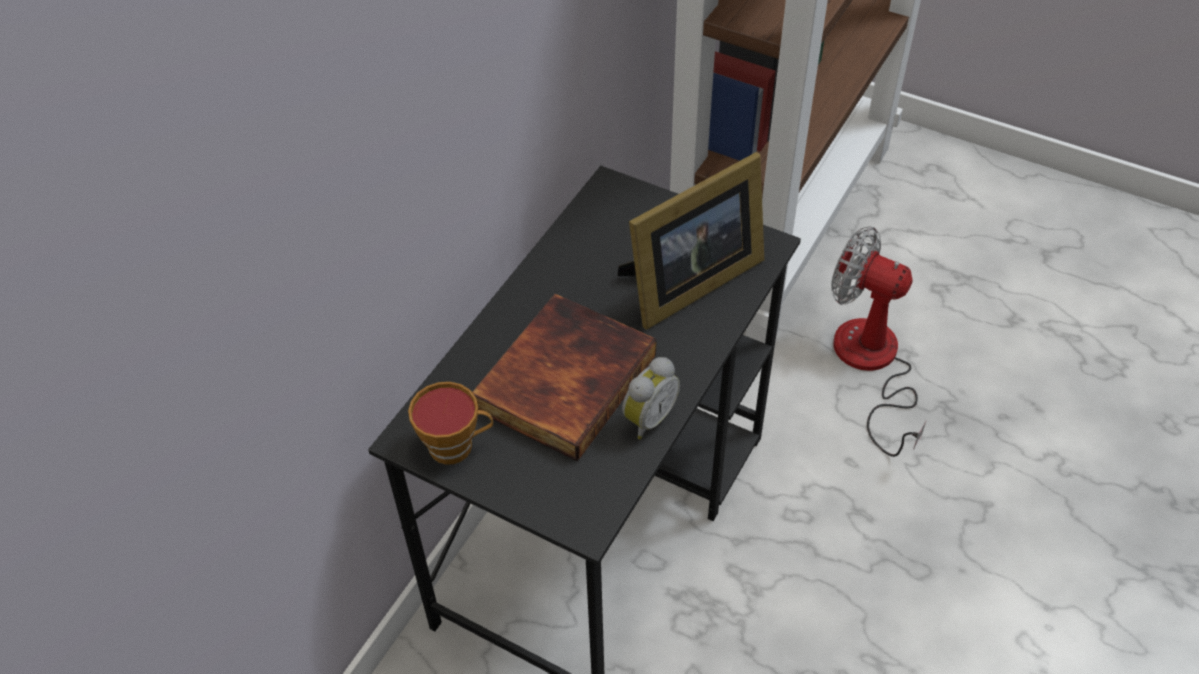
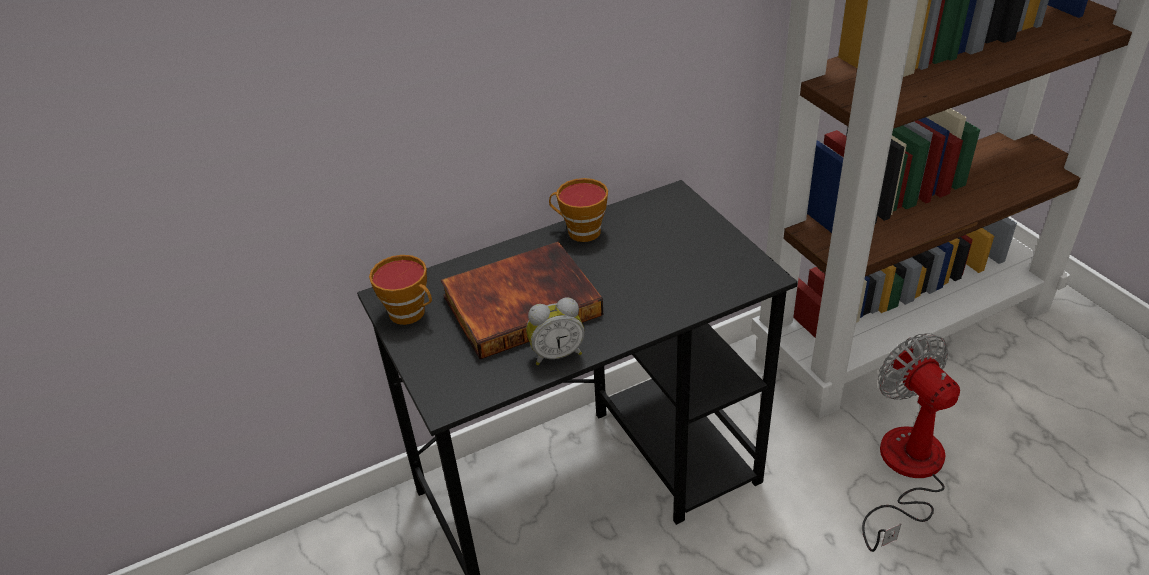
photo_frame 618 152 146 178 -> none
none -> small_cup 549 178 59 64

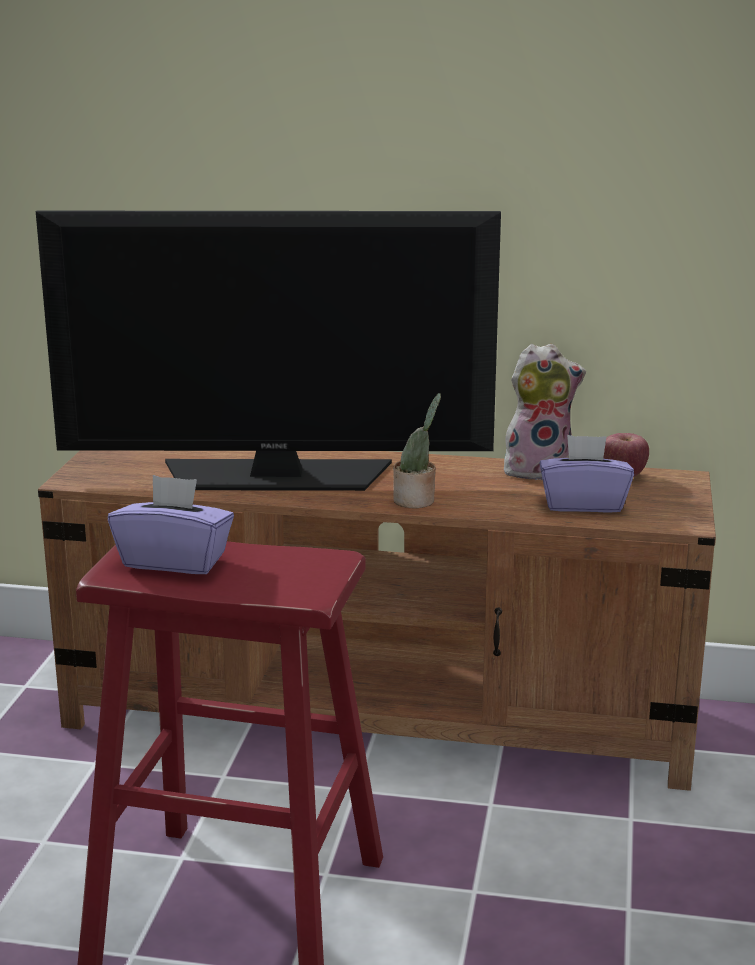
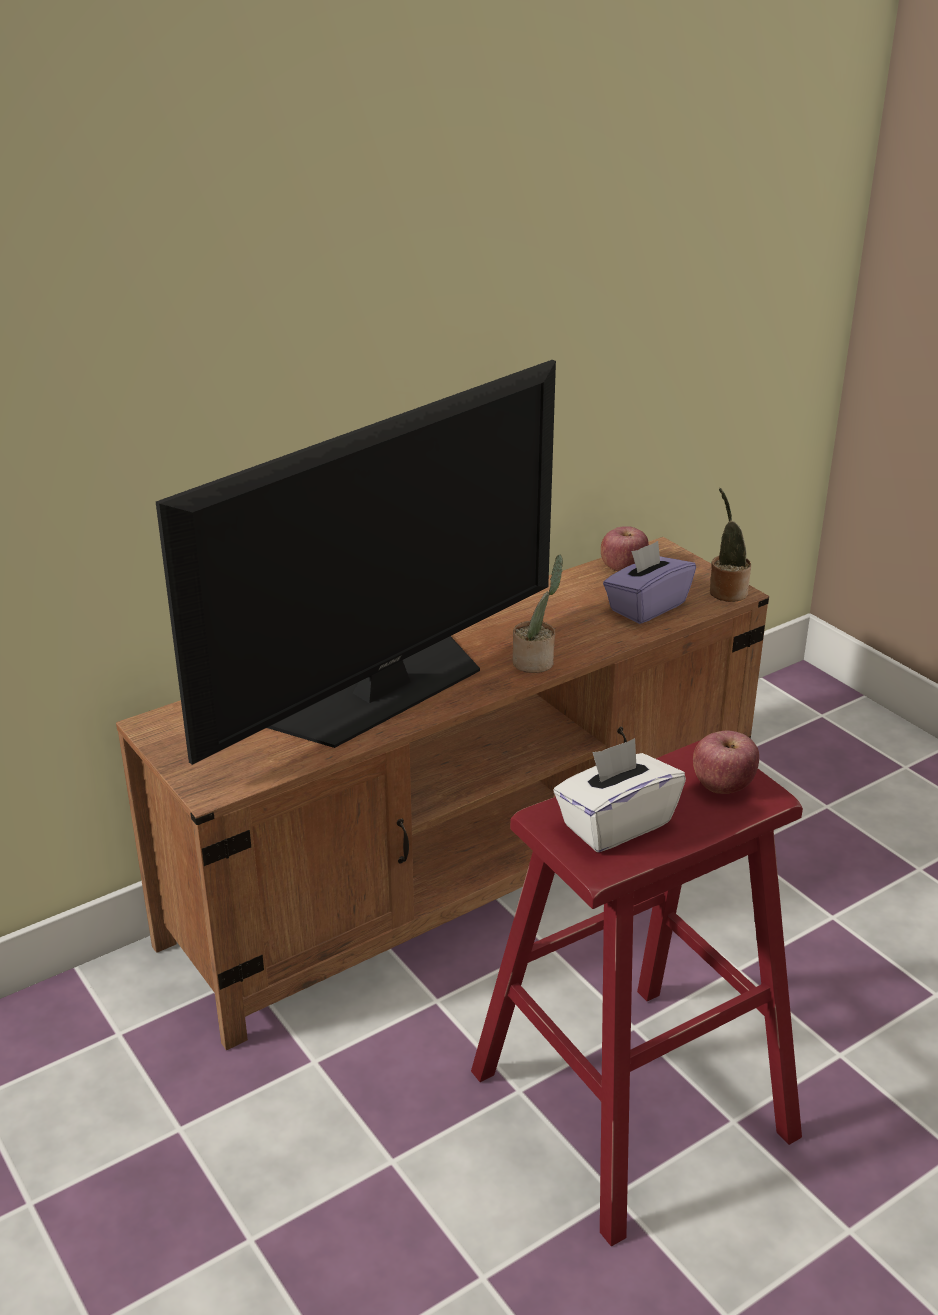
soft_toy 504 344 82 137 -> none
purple-coloured_tissue_holder 108 475 126 99 -> whitish_tissue_holder 553 738 133 114
none -> plant_in_a_pot 710 488 41 114
none -> apple_fruit 693 731 66 63

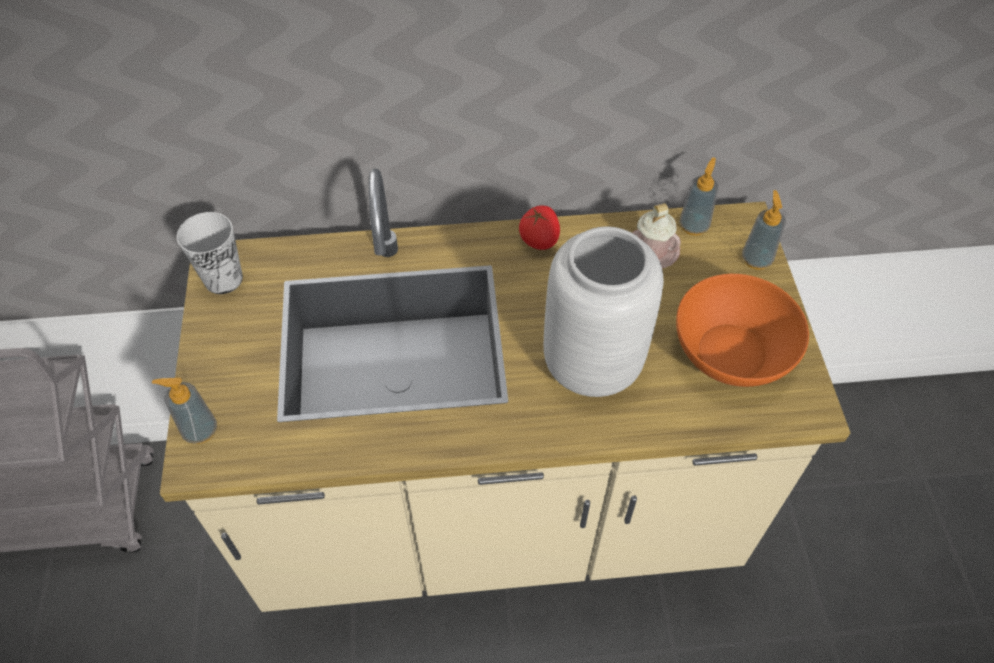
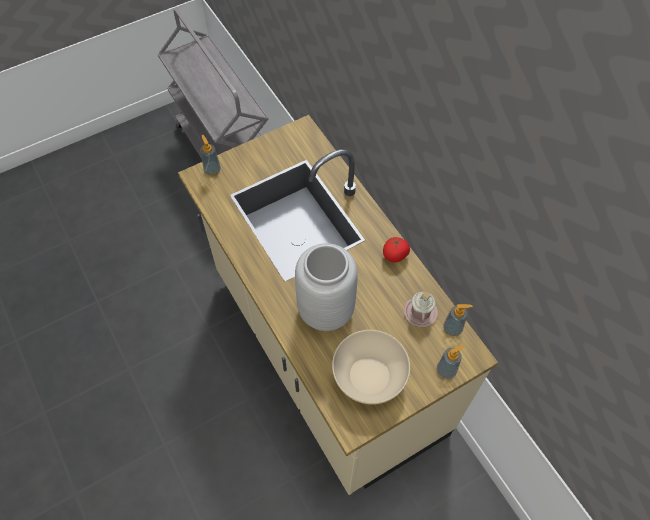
small_cup 177 212 66 82 -> none
orange_serving_bowl 676 274 133 113 -> beige-coloured_serving_bowl 332 330 78 75

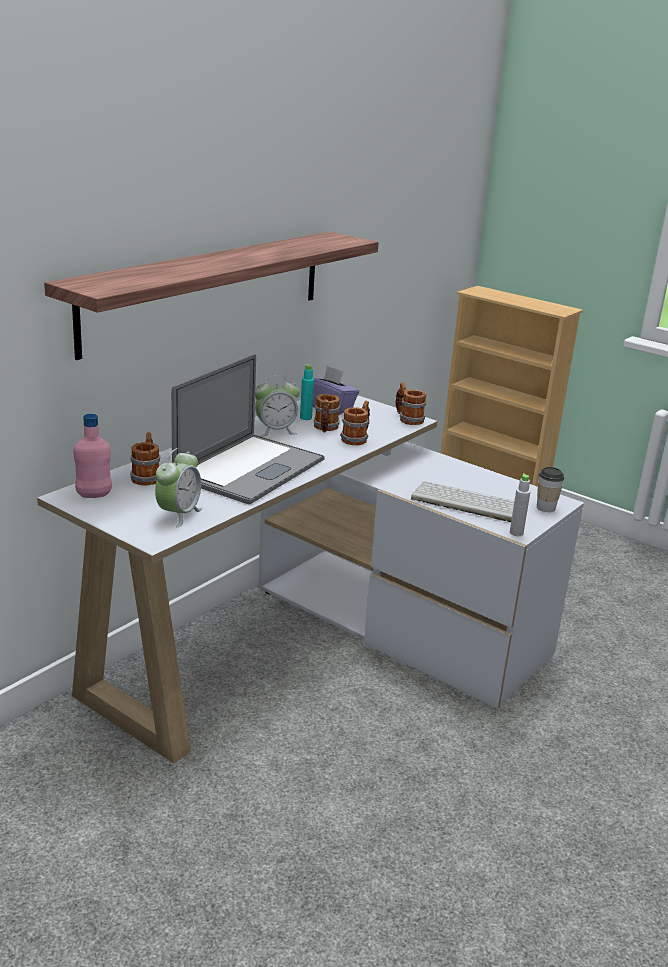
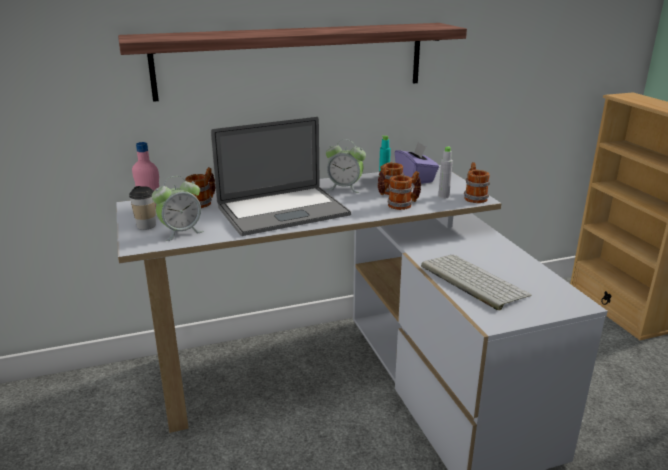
small_cup 537 467 28 45 -> small_cup 129 186 27 44, shifted
grey_bottle 510 473 20 63 -> grey_bottle 438 146 15 52, shifted

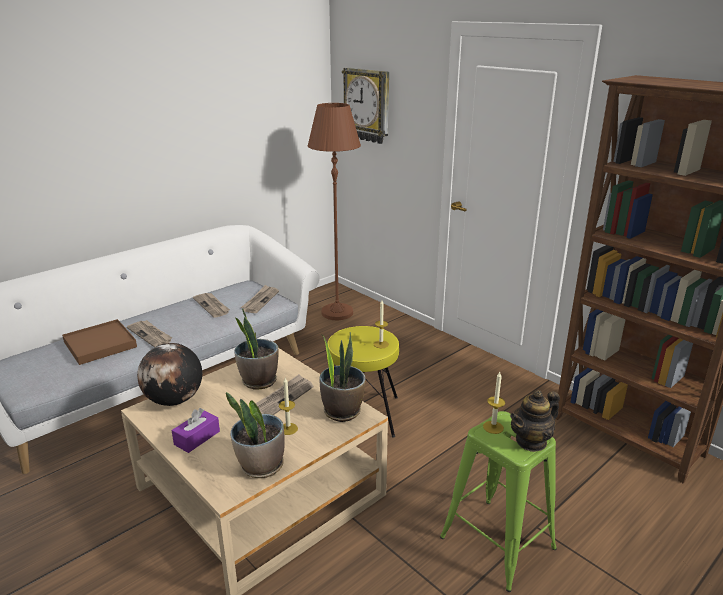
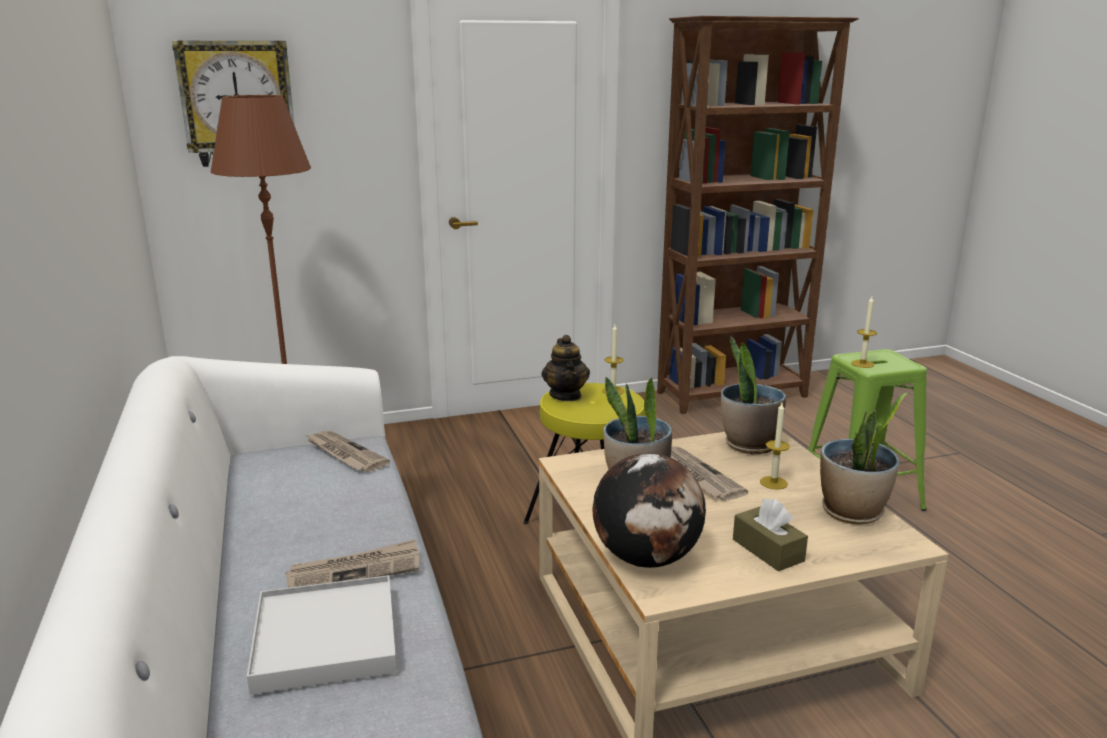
newspaper 193 293 37 25 -> none
brown_serving_tray 62 319 75 46 -> whitish_serving_tray 247 575 150 120
tea_pot 510 390 50 62 -> tea_pot 541 335 49 66, shifted
purple-coloured_tissue_holder 172 408 48 45 -> brown_tissue_holder 733 498 75 73

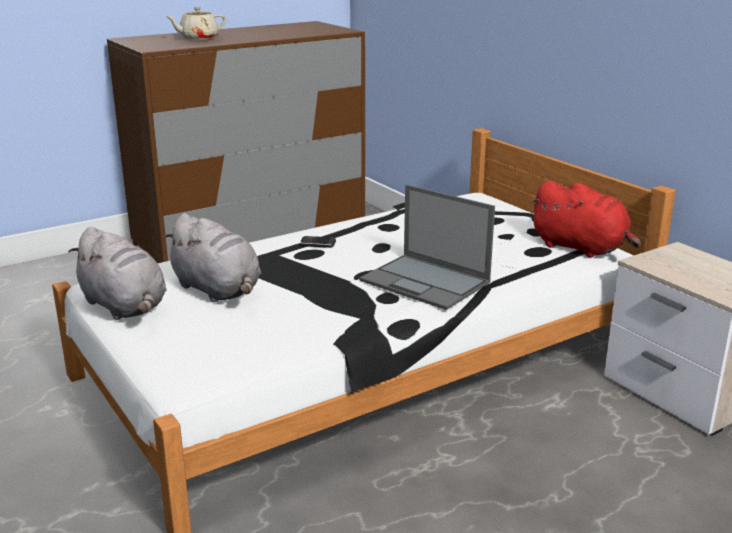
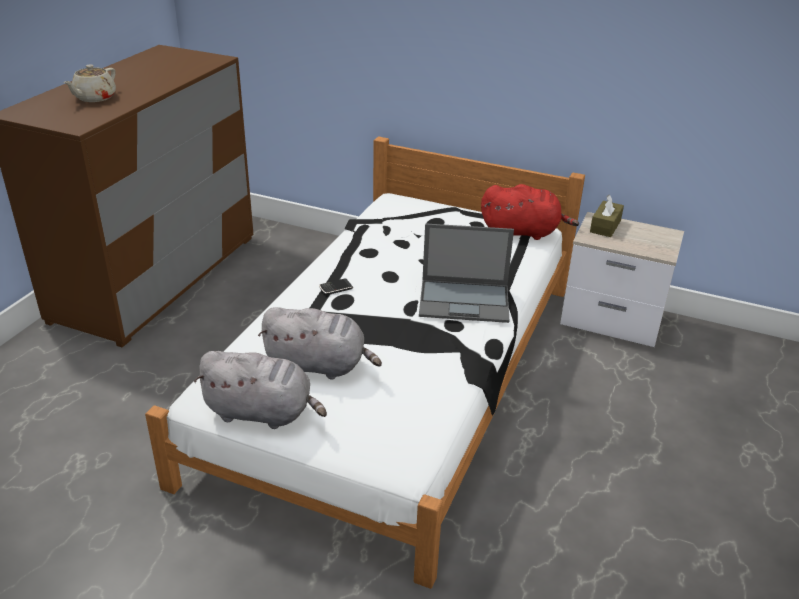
none -> brown_tissue_holder 590 194 34 43

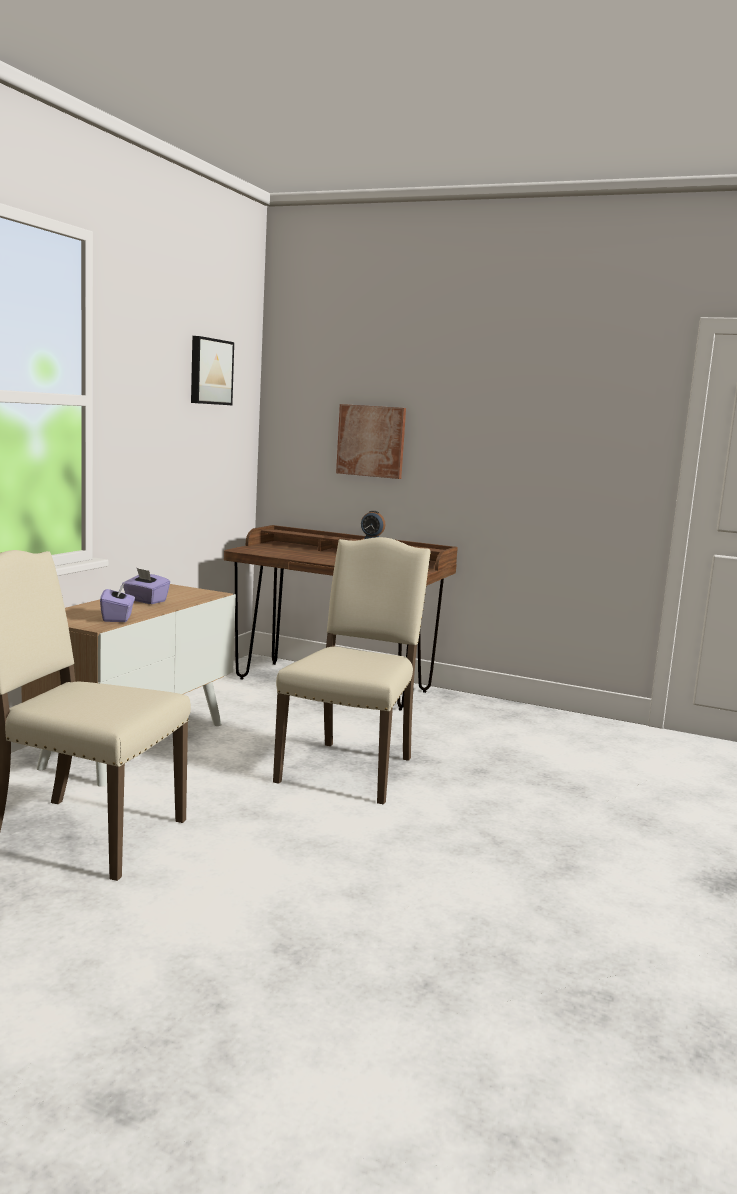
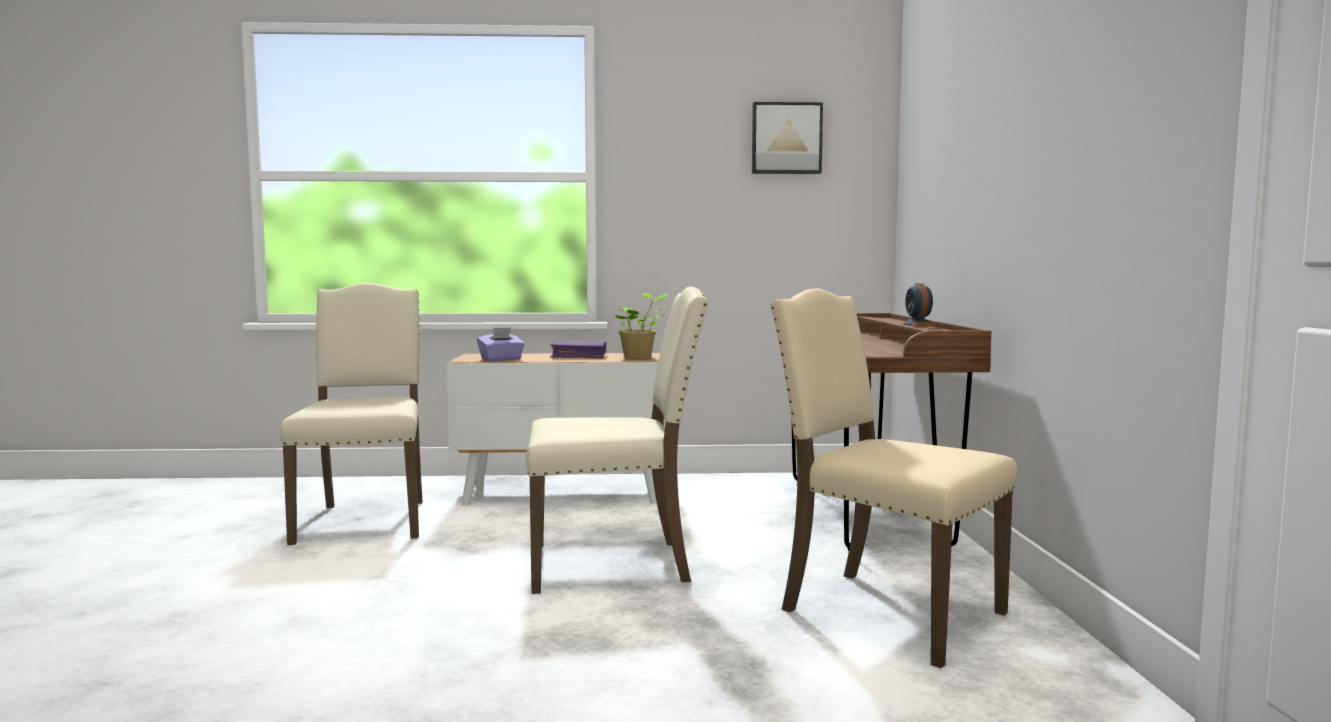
picture 336 404 70 75 -> none
purple-coloured_tissue_holder 122 568 48 36 -> purple-coloured_bound_book 550 341 57 18
none -> beige-coloured_chair 770 288 247 380
none -> plant_in_a_pot 616 293 52 66

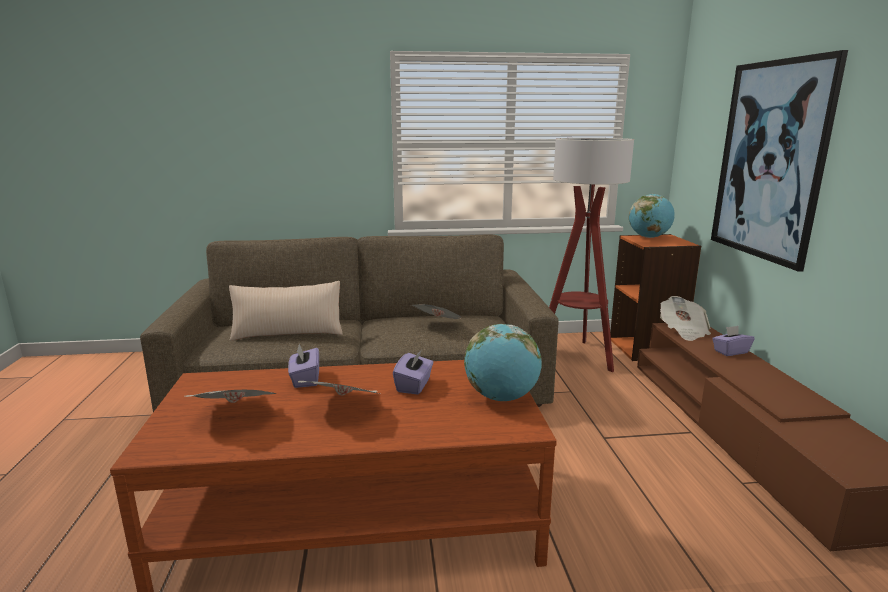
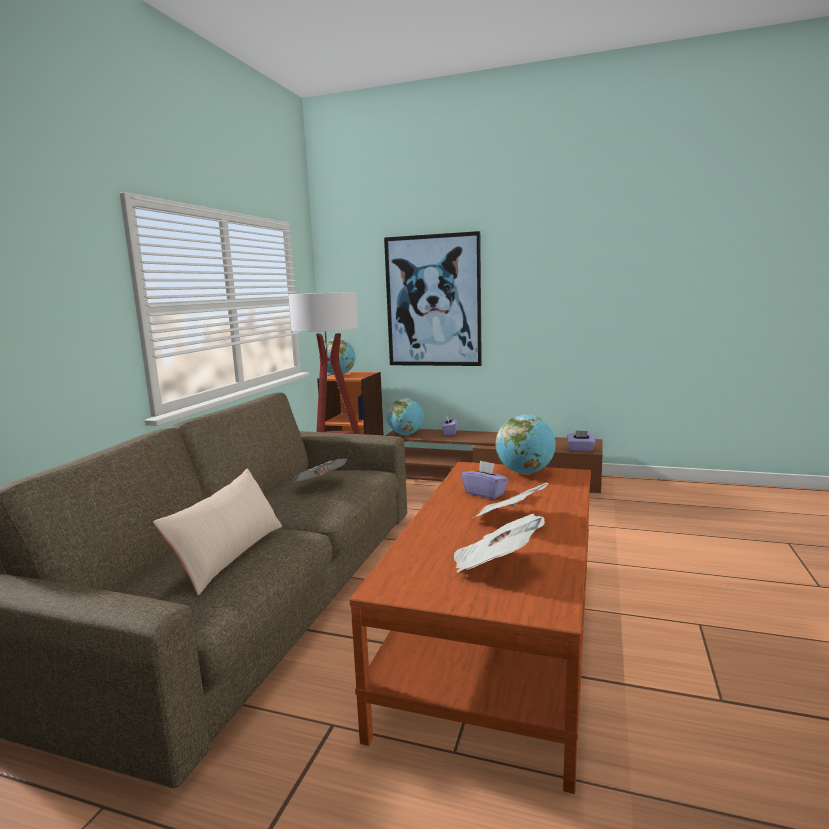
newspaper 660 296 51 45 -> world_globe 387 398 37 37
purple-coloured_tissue_holder 288 344 31 44 -> purple-coloured_tissue_holder 567 431 29 21, shifted

